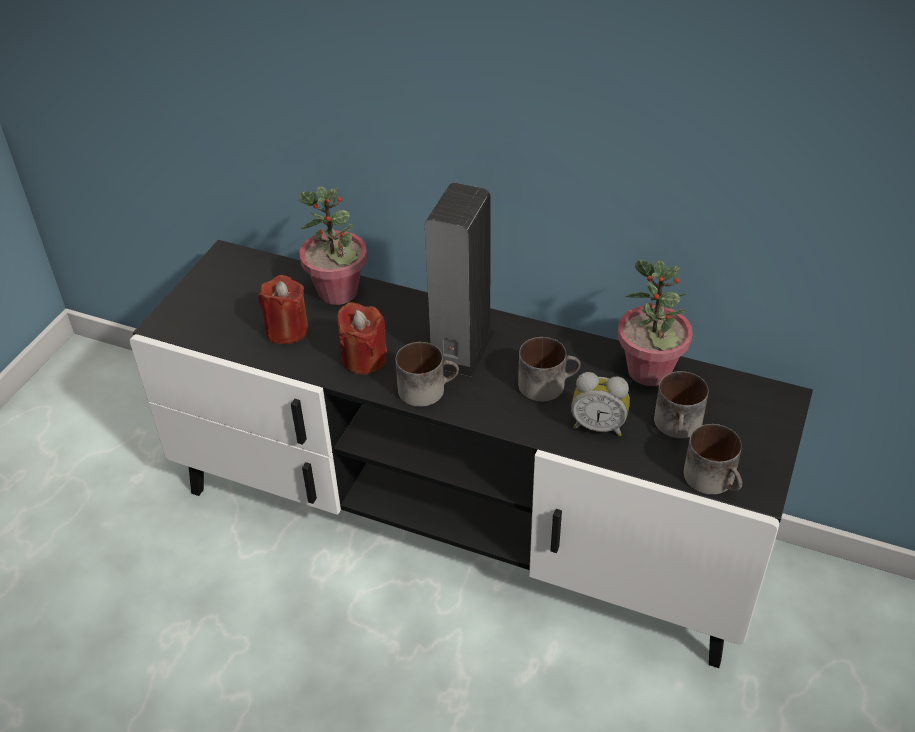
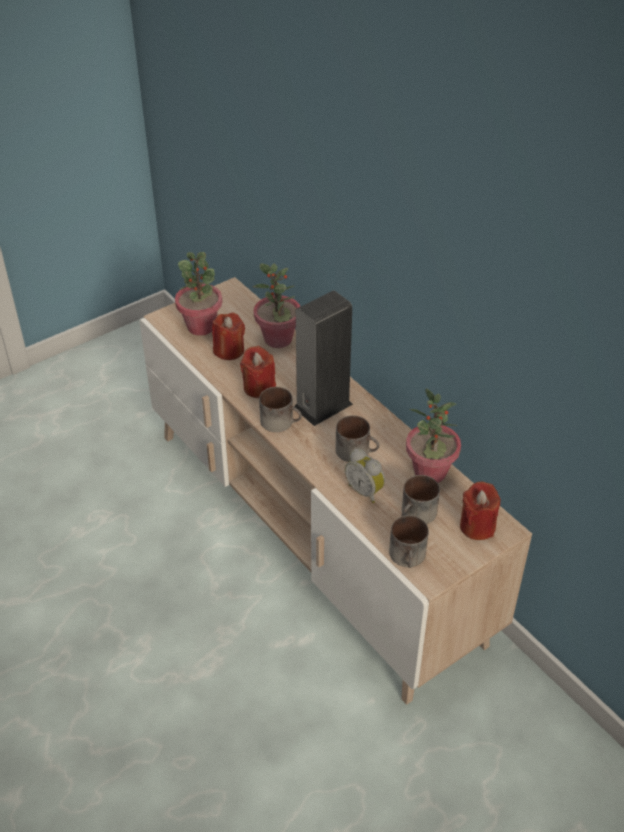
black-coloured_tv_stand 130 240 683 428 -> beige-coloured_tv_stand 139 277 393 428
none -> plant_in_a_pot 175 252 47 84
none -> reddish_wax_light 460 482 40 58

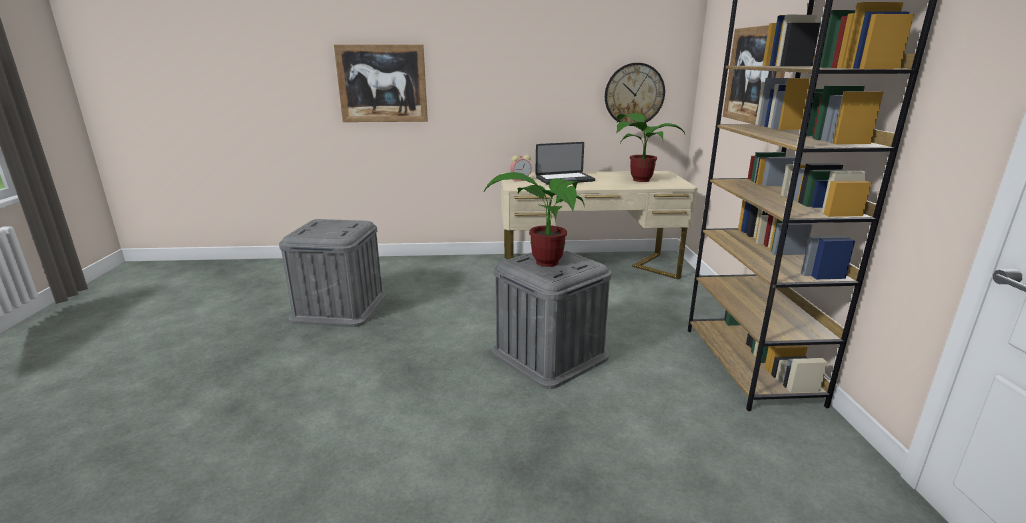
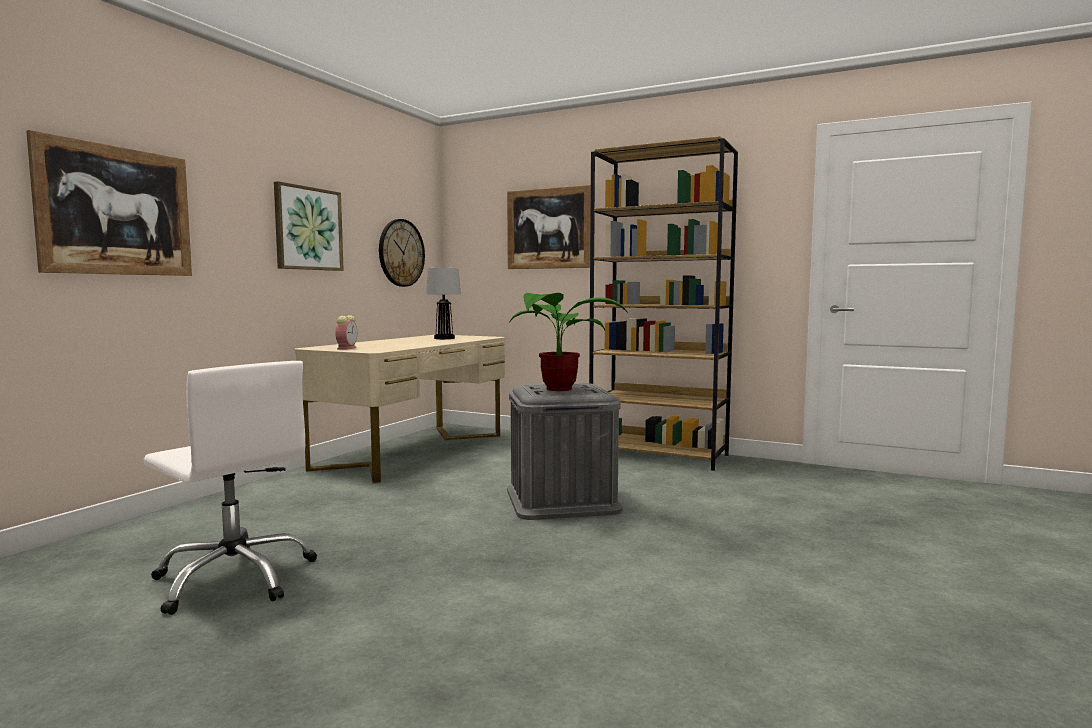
plant_in_a_pot 616 113 69 69 -> tabletop_lamp 426 268 35 71
portable_computer 535 142 60 43 -> none
grey_storage_box 279 219 107 108 -> whitish_office_chair 143 361 174 254
none -> picture 274 181 70 90

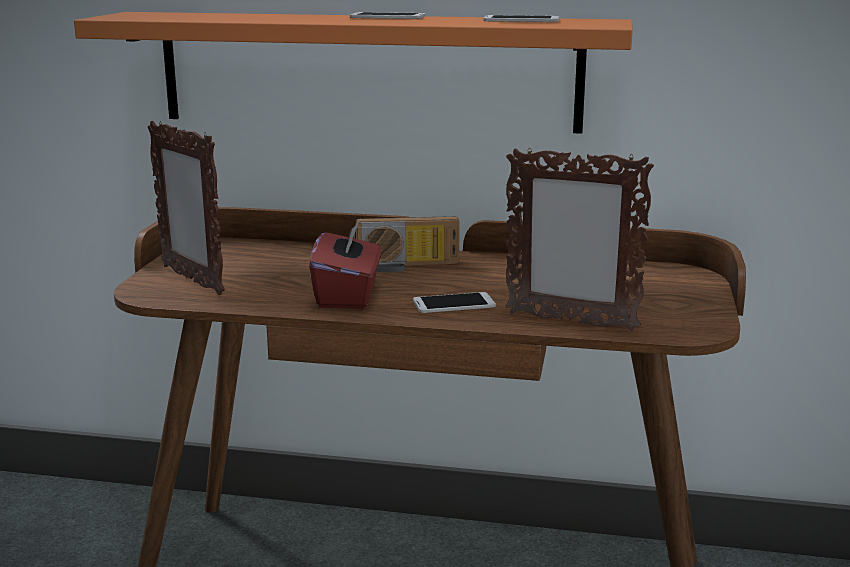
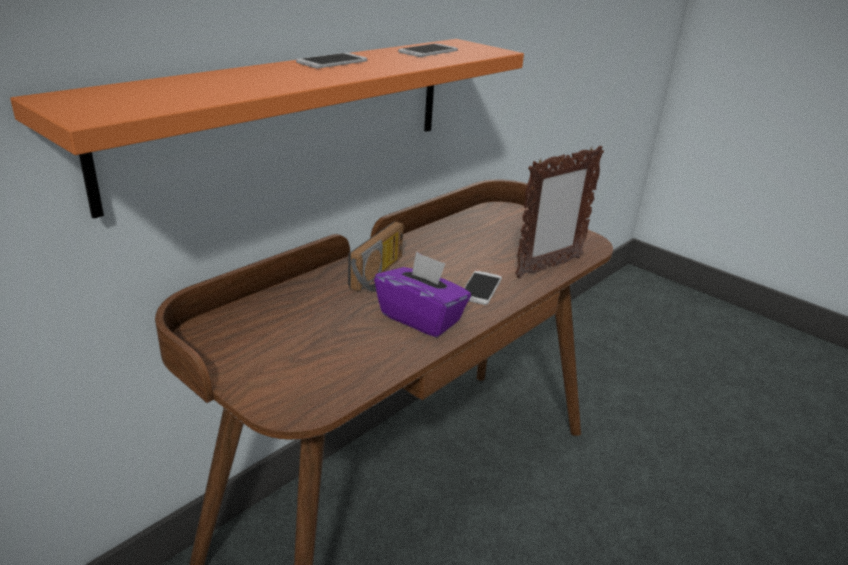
photo_frame 148 121 77 174 -> none
reddish_tissue_holder 309 219 72 90 -> purple-coloured_tissue_holder 374 251 97 86

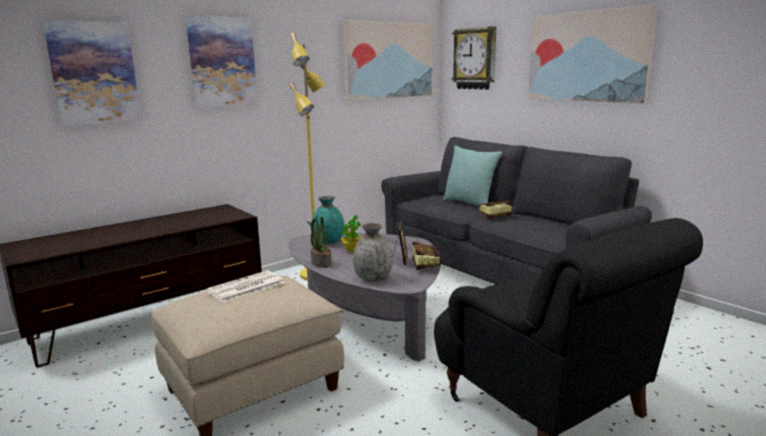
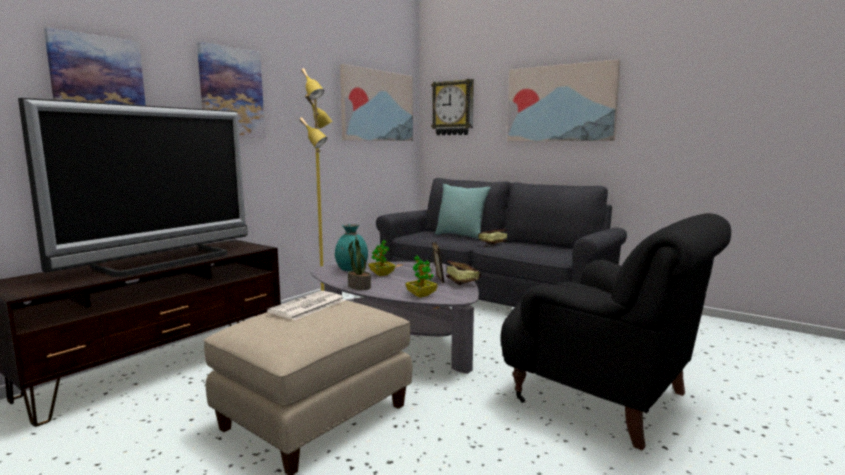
grey_vase 353 223 40 59 -> plant_in_a_pot 406 256 32 42
none -> TV_set 18 98 230 179

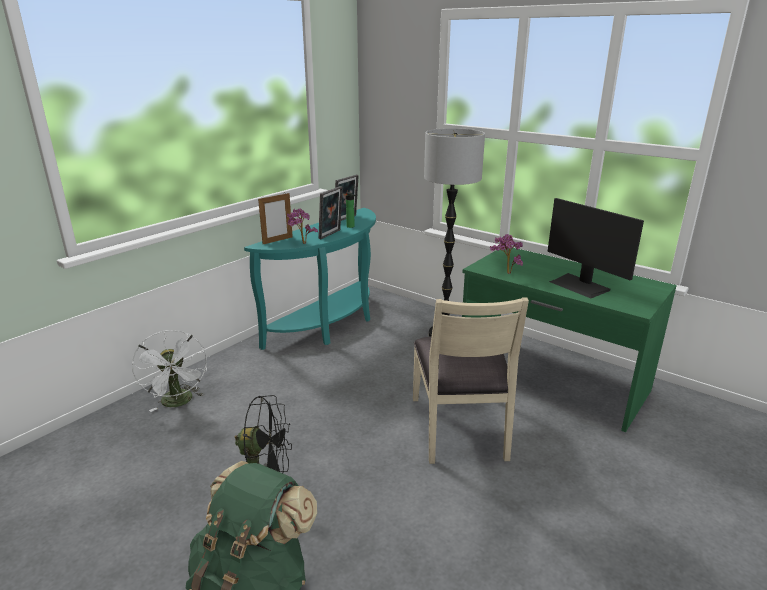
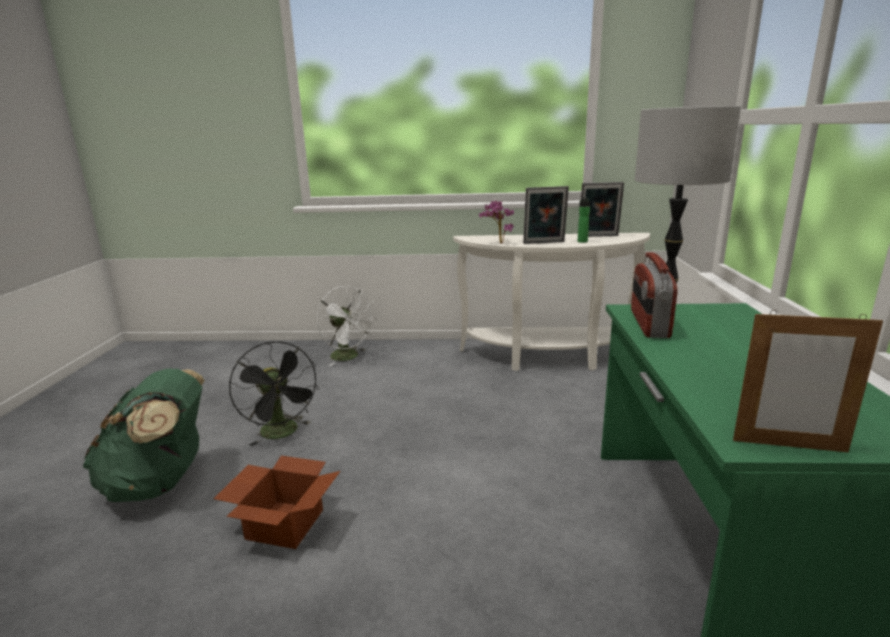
photo_frame 258 193 35 51 -> photo_frame 733 310 150 142, shifted
monitor 547 198 97 100 -> none
turquoise_hall_table 244 208 132 142 -> whitish_hall_table 453 233 197 138
plant_in_a_pot 490 234 33 40 -> radio_set 631 252 47 86
beige-coloured_chair 413 297 116 167 -> none
whitish_cooling_fan 132 330 75 82 -> whitish_cooling_fan 317 286 60 80, 75 degrees counterclockwise
none -> cardboard_box 214 456 126 93

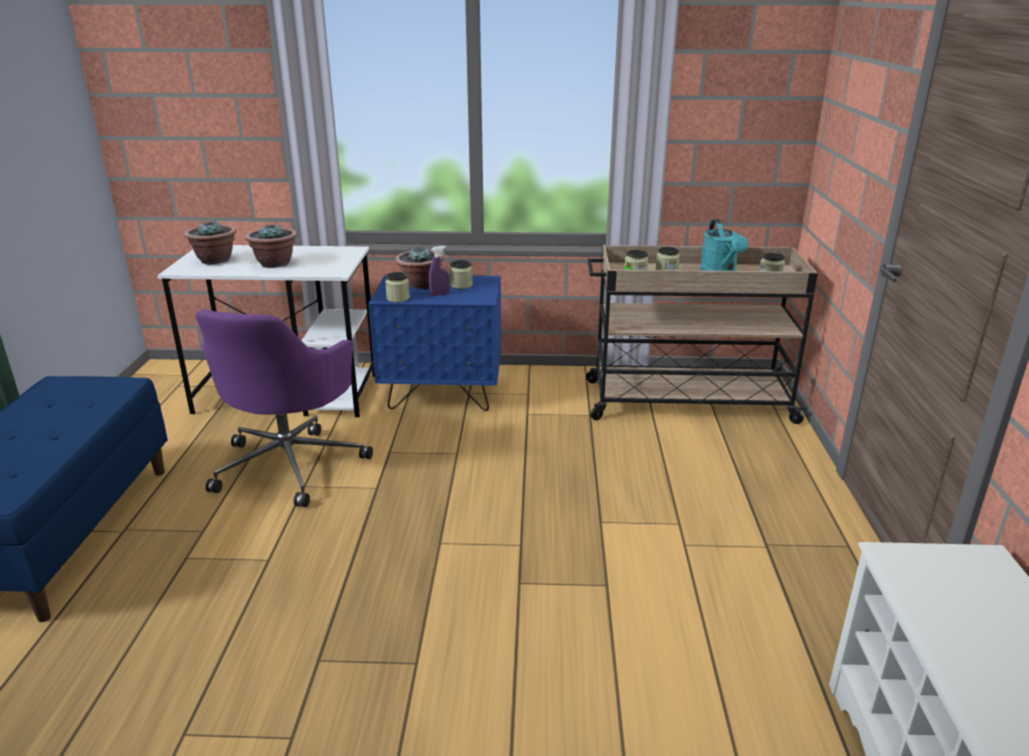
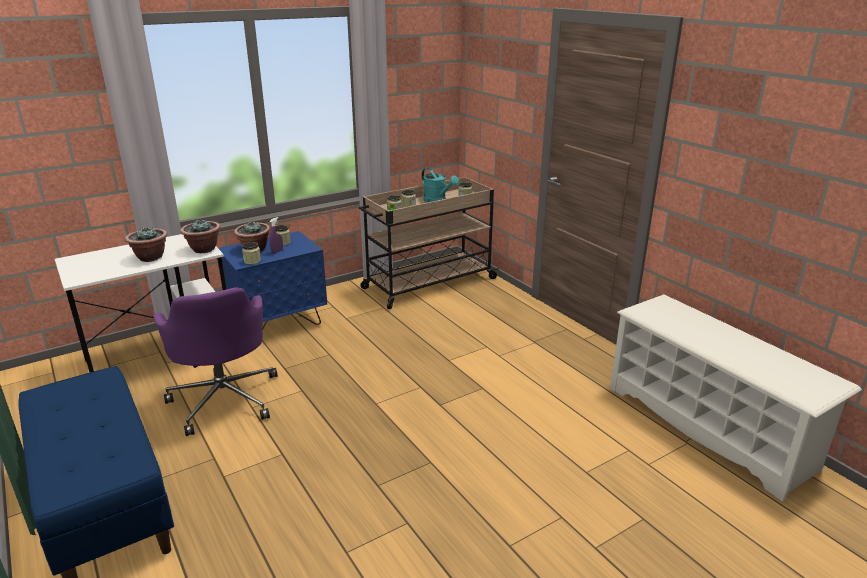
plant_in_a_pot 184 220 53 45 -> plant_in_a_pot 180 220 40 33, shifted

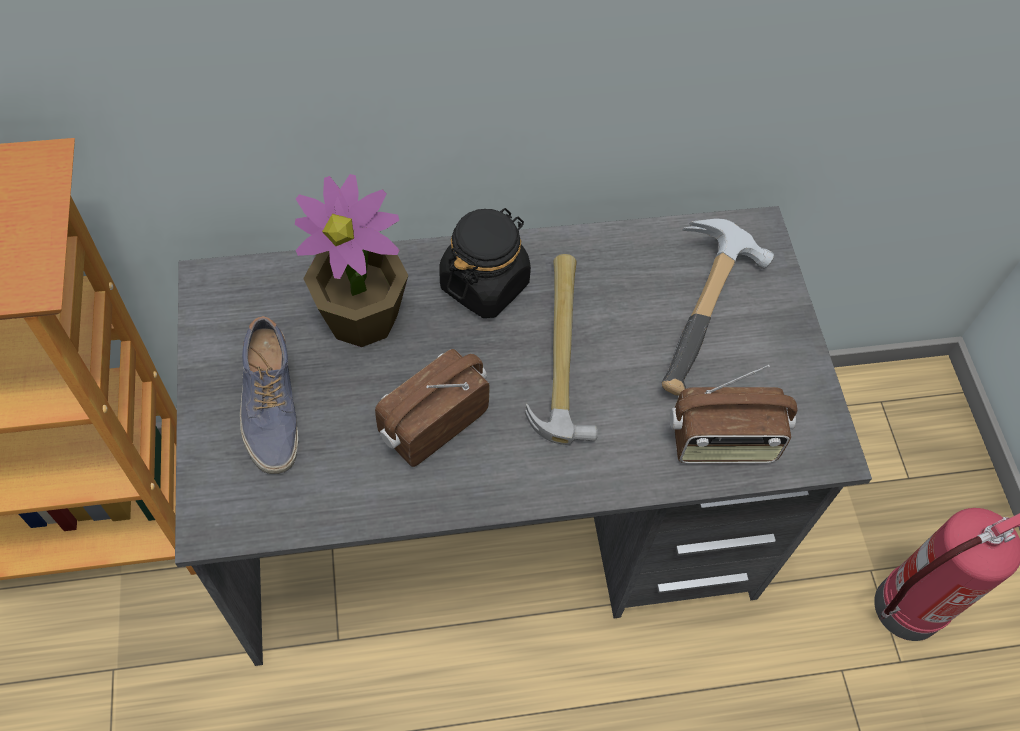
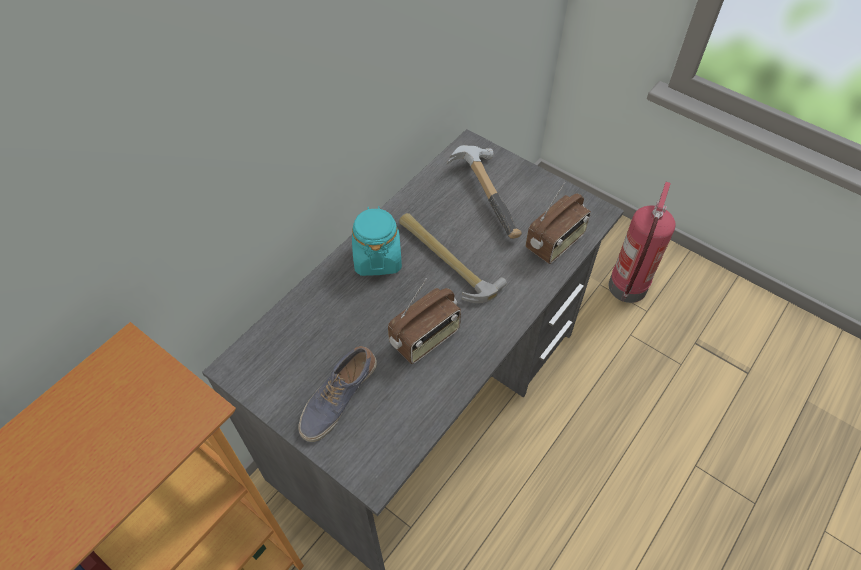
plant_in_a_pot 295 174 113 173 -> none
black-coloured_storage_jar 439 208 92 110 -> turquoise_storage_jar 352 206 50 70
shoe 240 316 58 158 -> shoe 298 346 79 96, 90 degrees clockwise
radio_set 375 349 115 118 -> radio_set 388 278 73 86, 135 degrees counterclockwise

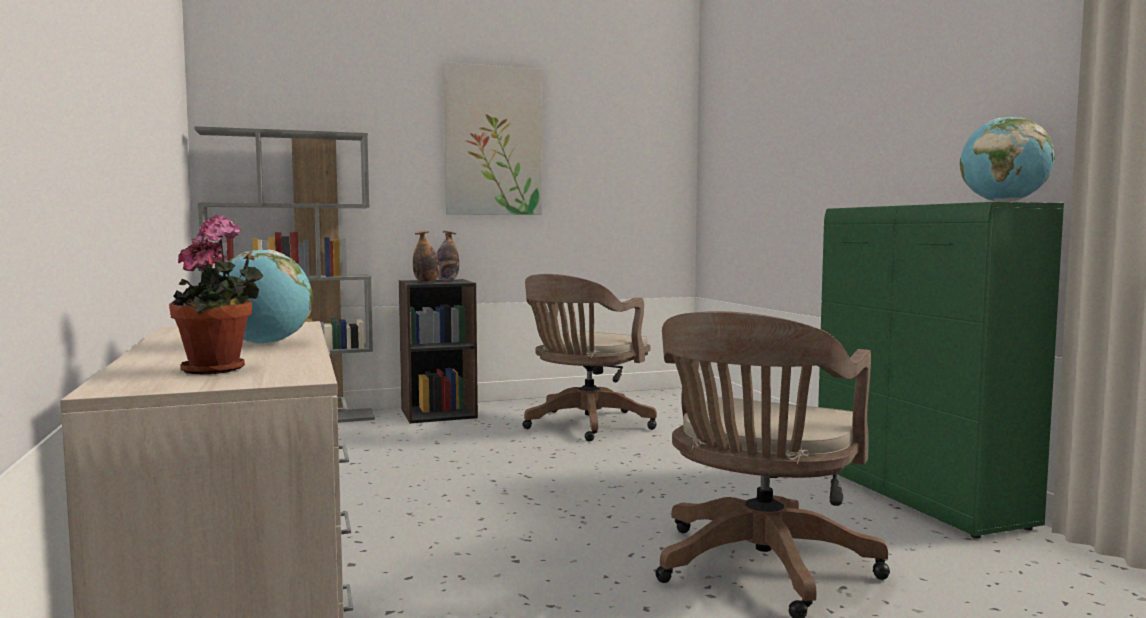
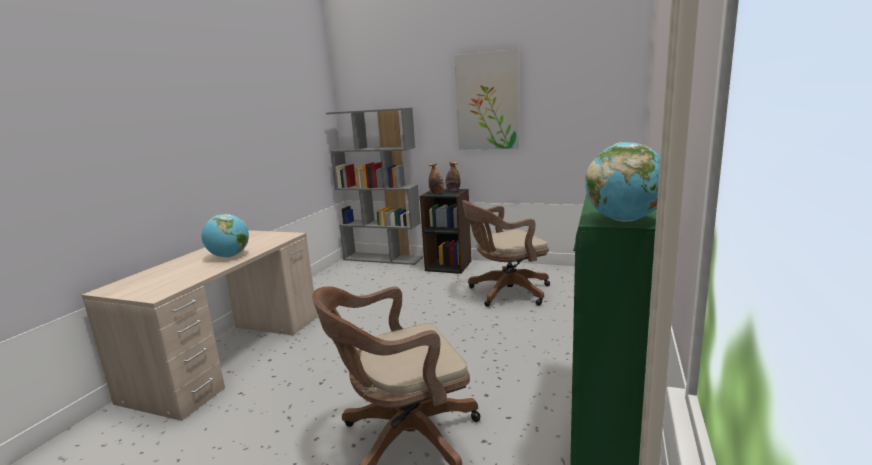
plant_in_a_pot 169 215 94 160 -> none

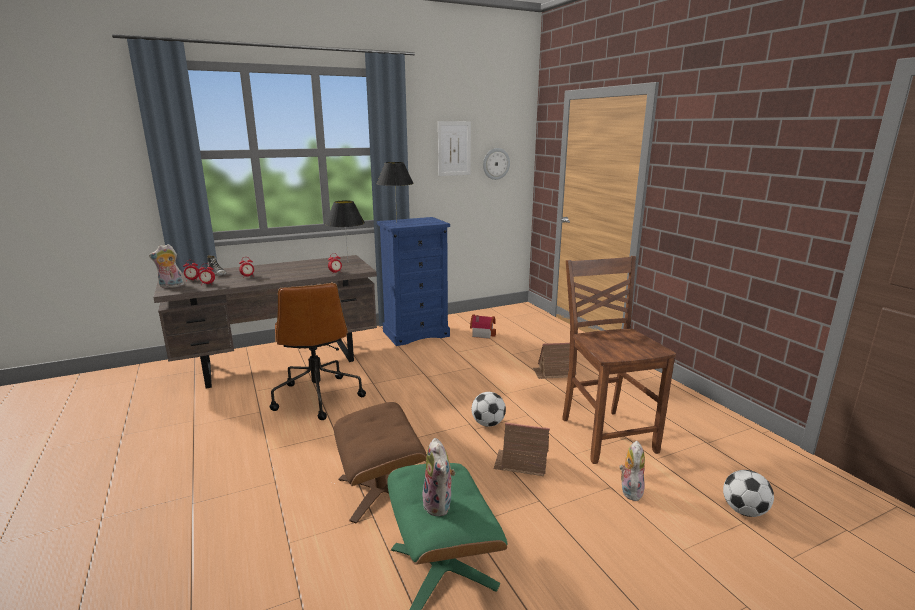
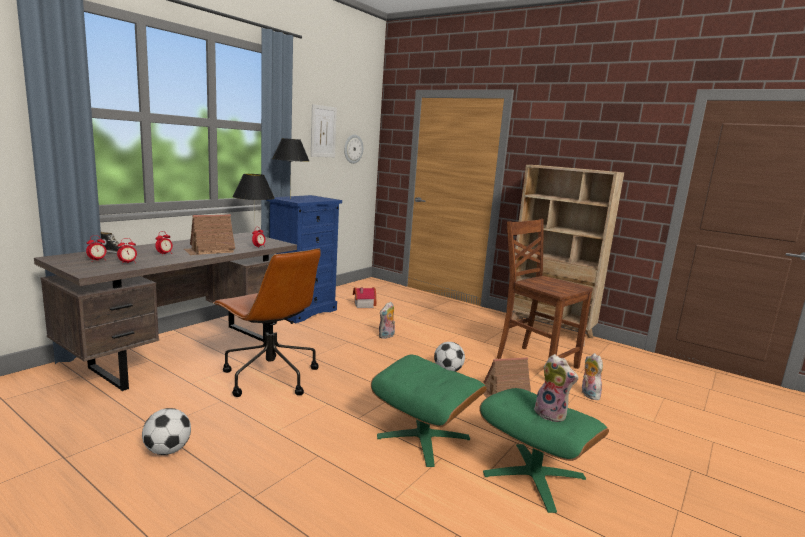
soft_toy 149 244 35 44 -> soft_toy 379 302 16 37, shifted
toy_house 533 343 43 36 -> toy_house 184 214 51 41, shifted
brown_footrest 334 402 93 122 -> green_footrest 371 355 116 112
football 723 470 51 47 -> football 142 408 49 47, shifted
none -> beige-coloured_bookcase 511 165 113 181

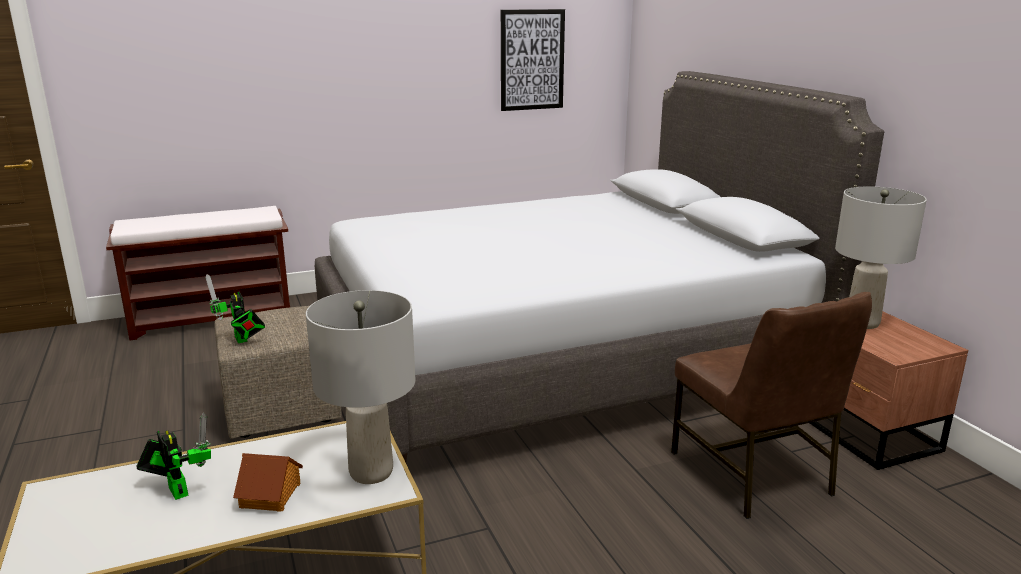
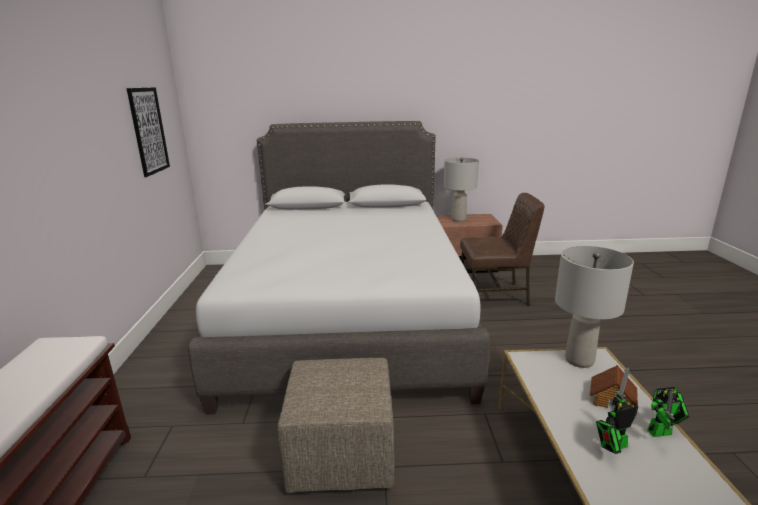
toy_robot 205 274 60 69 -> toy_robot 647 387 43 50, shifted

